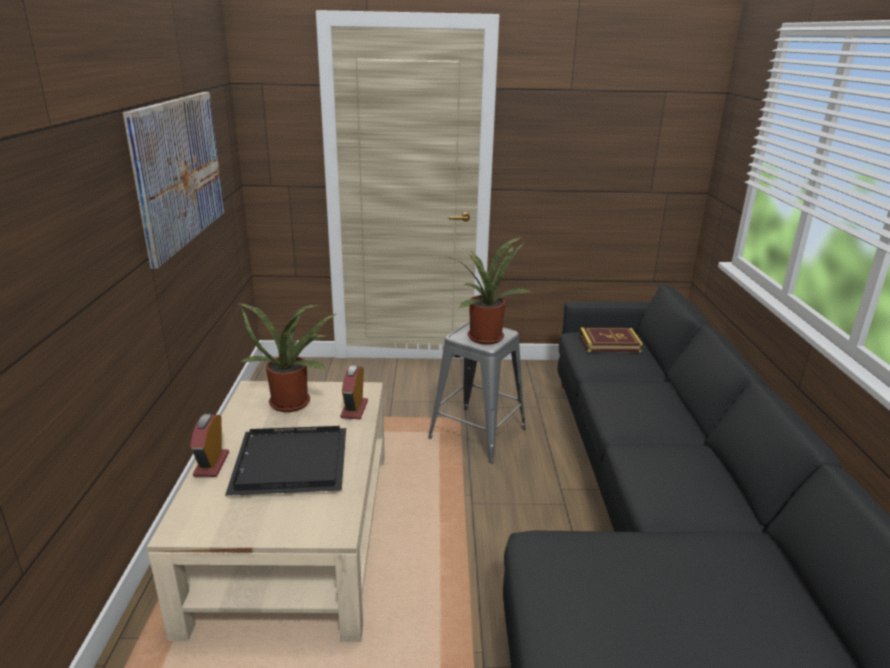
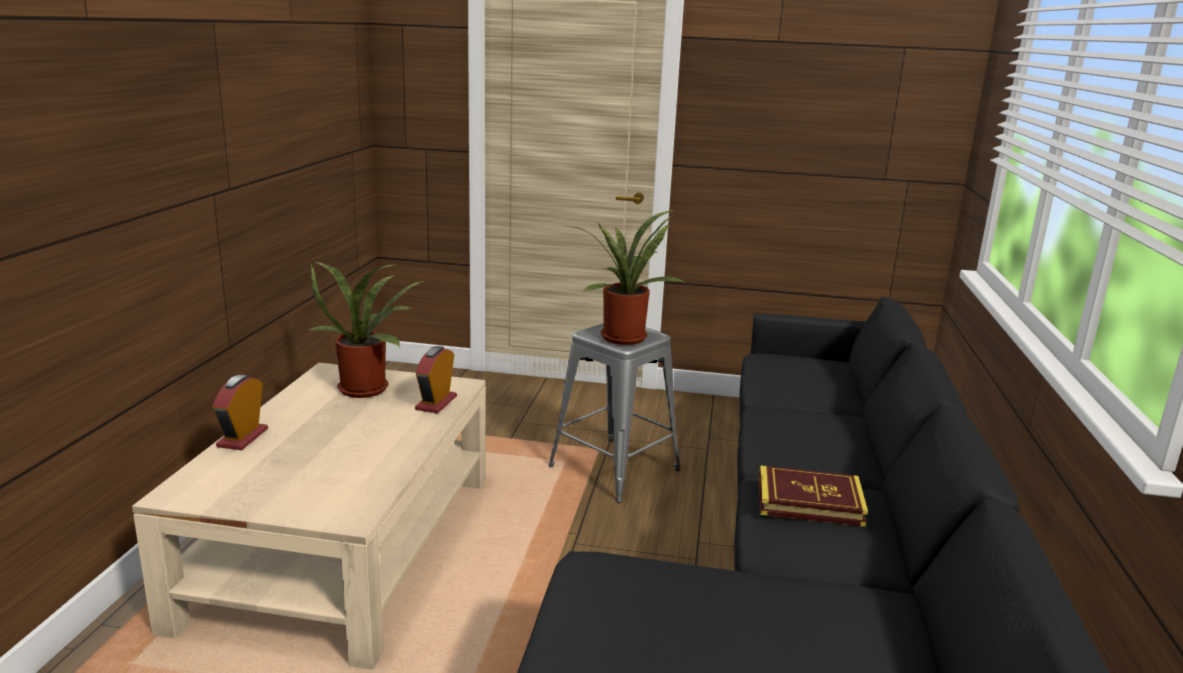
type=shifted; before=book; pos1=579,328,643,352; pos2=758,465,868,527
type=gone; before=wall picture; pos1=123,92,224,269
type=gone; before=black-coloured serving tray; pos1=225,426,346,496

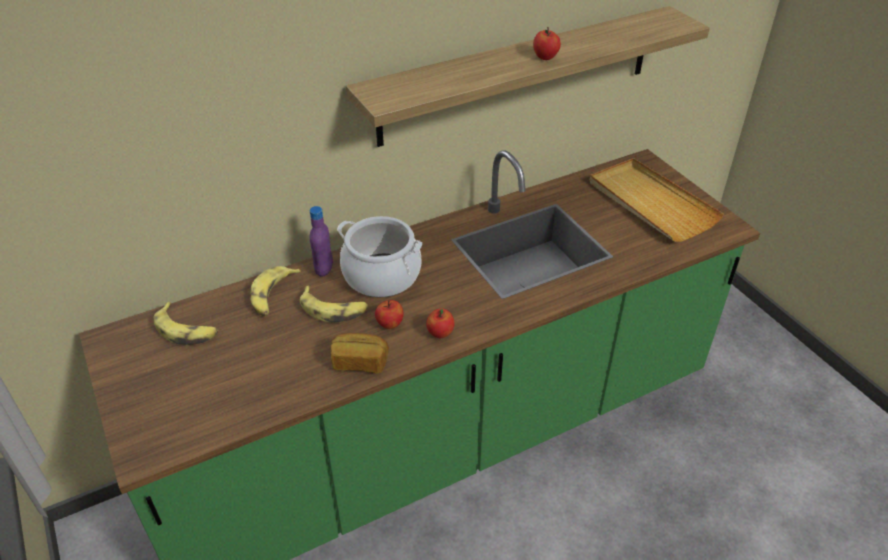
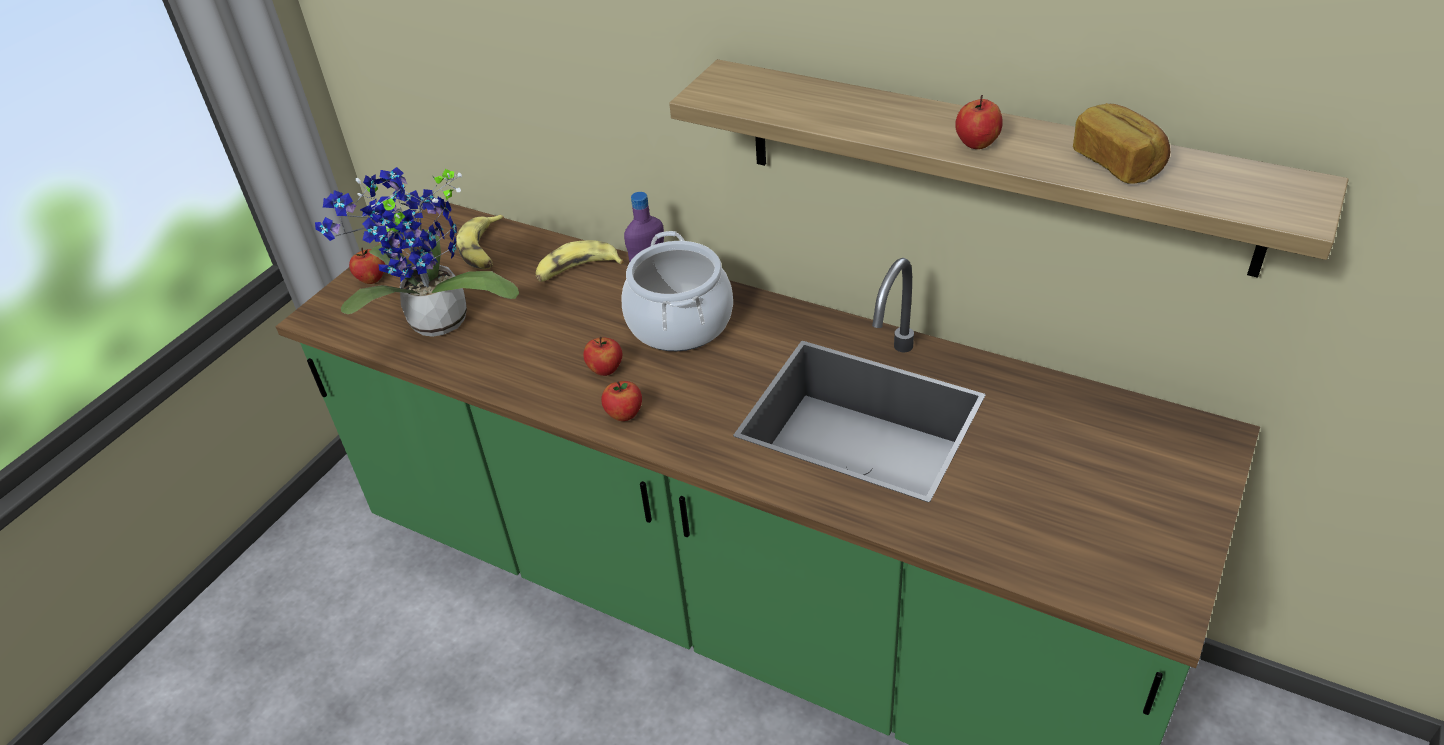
type=new; after=plant in a pot; pos2=315,167,519,337
type=new; after=apple; pos2=349,247,385,284
type=shifted; before=bread; pos1=331,333,389,373; pos2=1073,103,1170,184
type=gone; before=whole banana; pos1=300,286,368,323
type=gone; before=beige-coloured serving tray; pos1=590,158,724,242

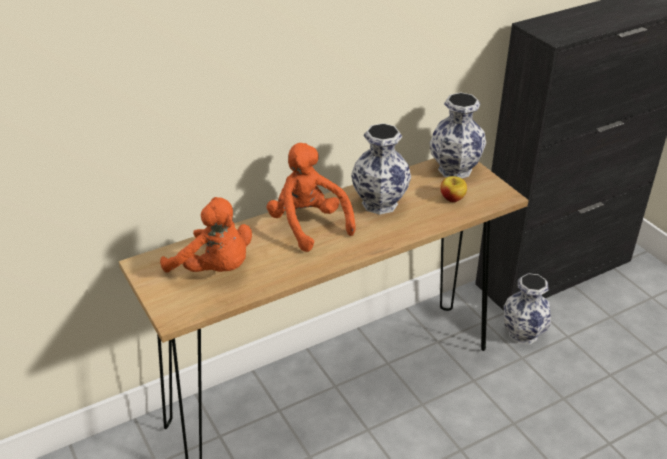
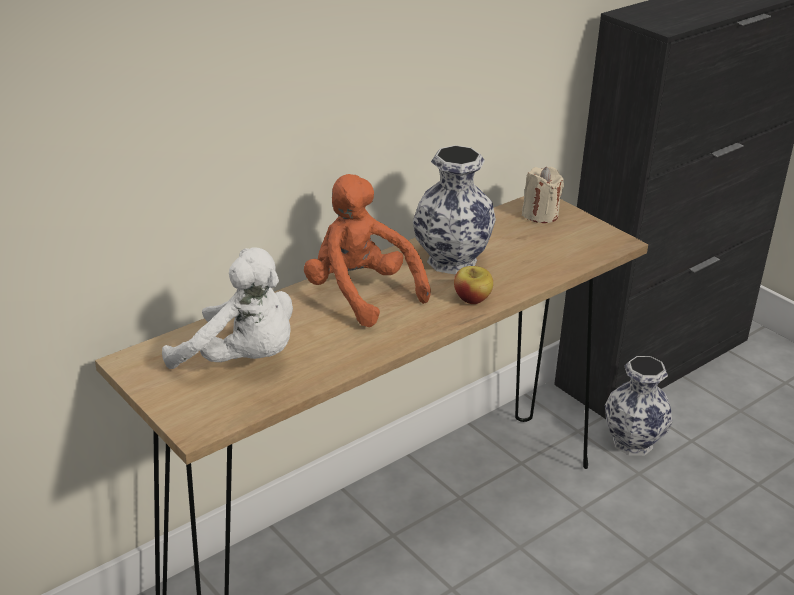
type=repainted; before=orange plush toy; after=whitish plush toy; pos1=160,197,252,272; pos2=162,247,293,369
type=shifted; before=apple; pos1=440,176,467,202; pos2=454,266,493,304
type=swapped; before=vase; after=beige-coloured candle; pos1=430,92,486,178; pos2=522,167,564,223

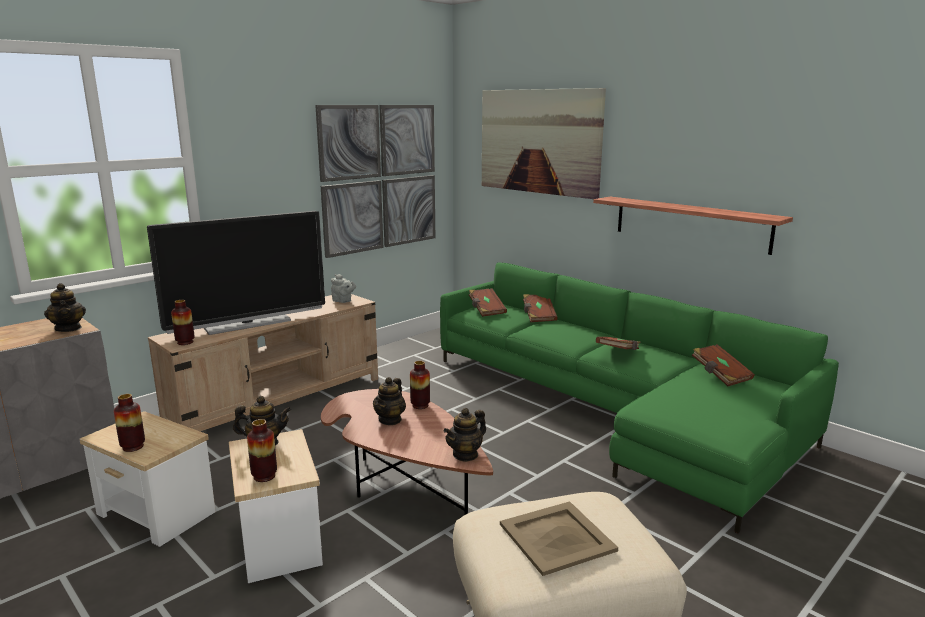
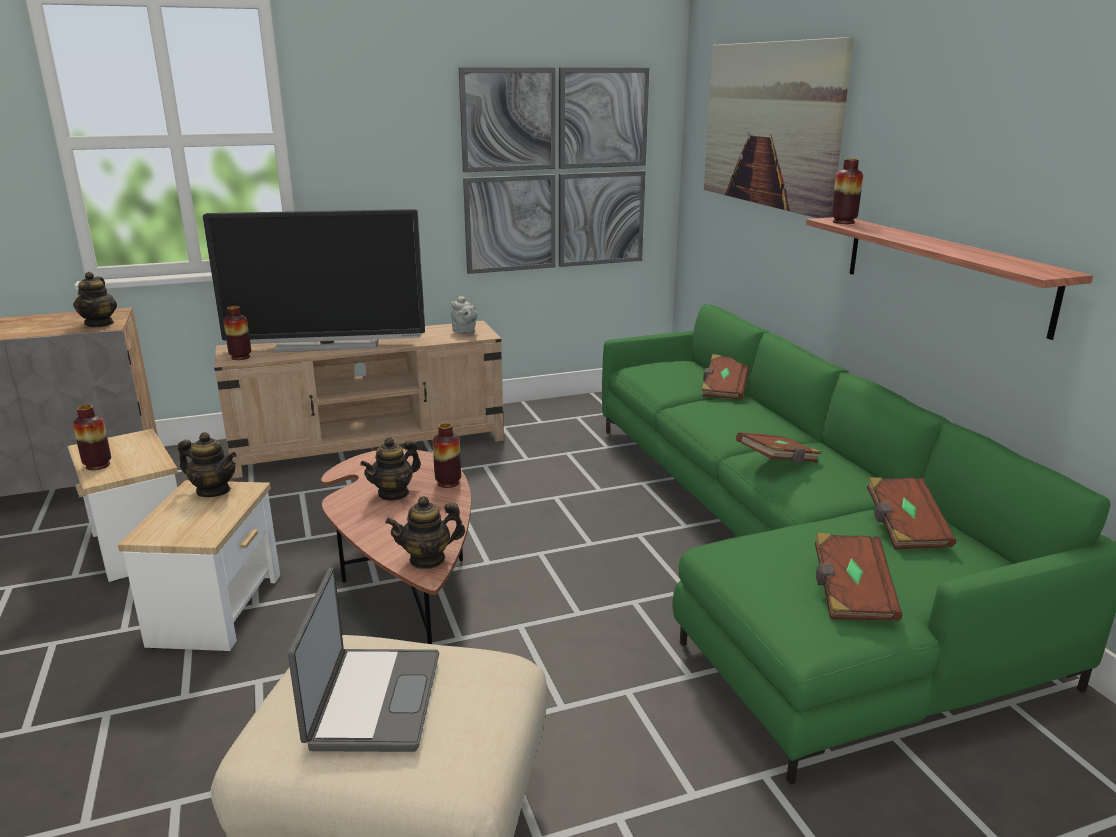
type=swapped; before=beige-coloured serving tray; after=notebook computer; pos1=500,501,618,576; pos2=288,568,439,752
type=shifted; before=brown-coloured book; pos1=469,288,507,317; pos2=815,533,902,621
type=shifted; before=vase; pos1=247,419,277,482; pos2=831,159,863,224

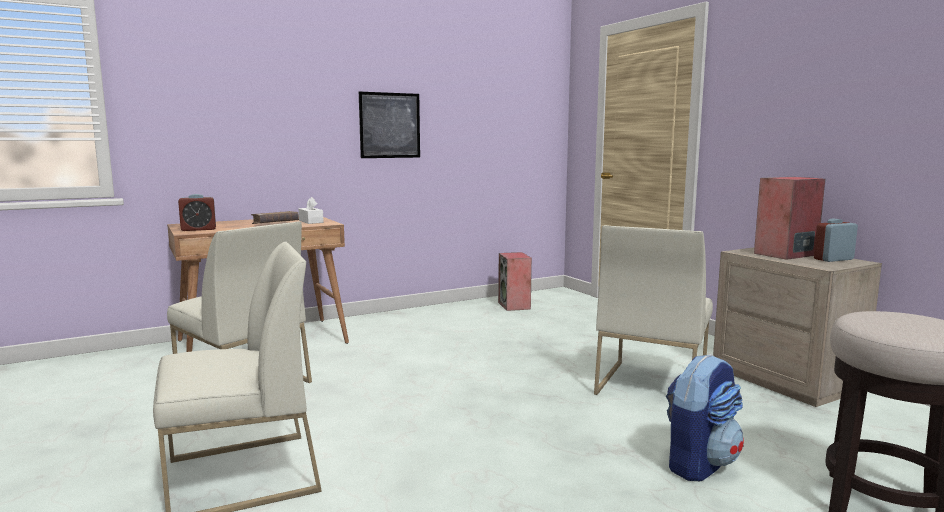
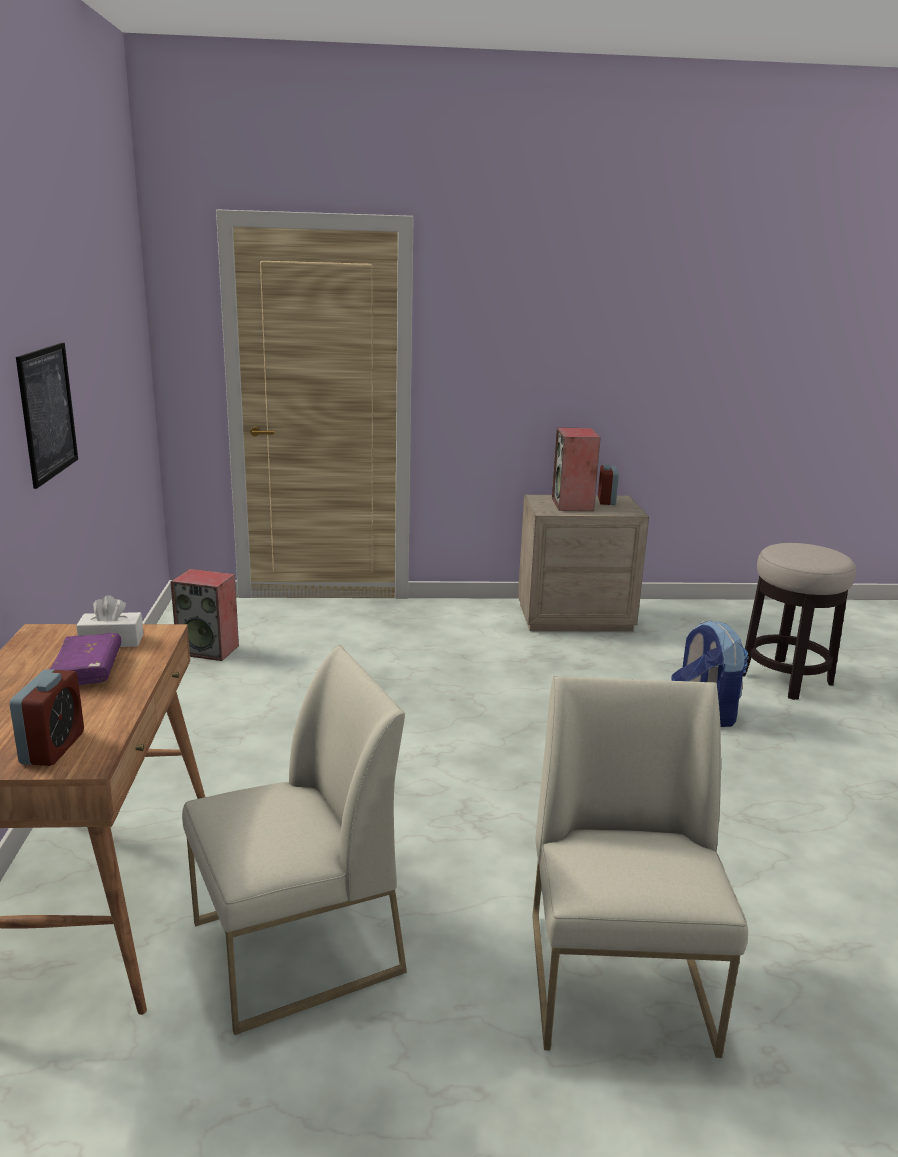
type=repainted; before=brown-coloured book; after=purple-coloured book; pos1=251,211,299,224; pos2=50,633,121,686
type=gone; before=whitish plain chair; pos1=594,225,713,395

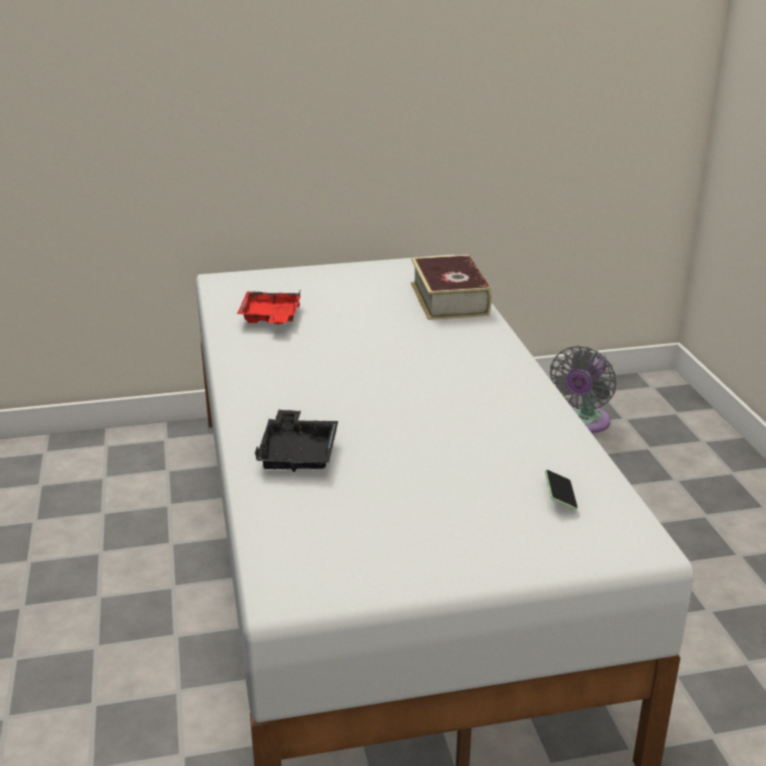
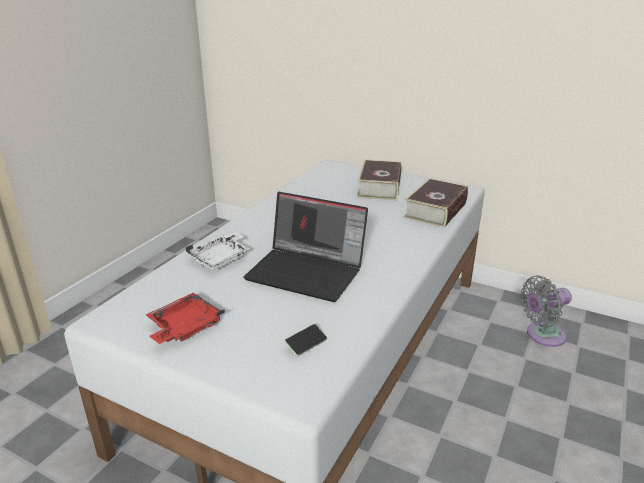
type=shifted; before=reddish serving tray; pos1=237,289,301,324; pos2=146,293,225,344
type=repainted; before=black-coloured serving tray; after=whitish serving tray; pos1=255,410,338,472; pos2=186,232,251,270
type=new; after=notebook computer; pos2=243,192,368,302
type=new; after=book; pos2=357,160,401,200

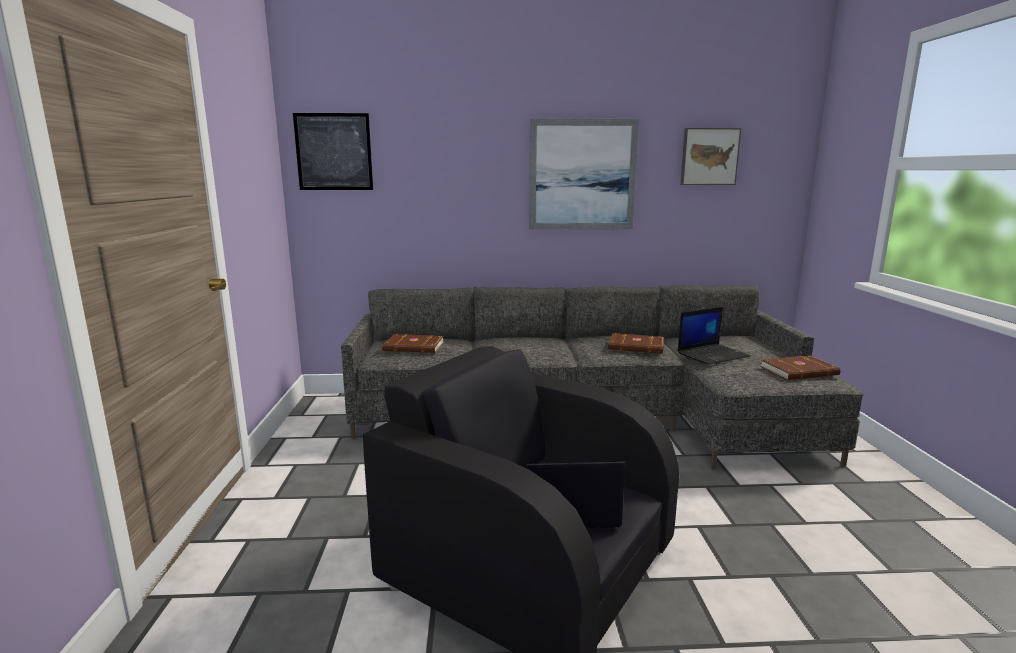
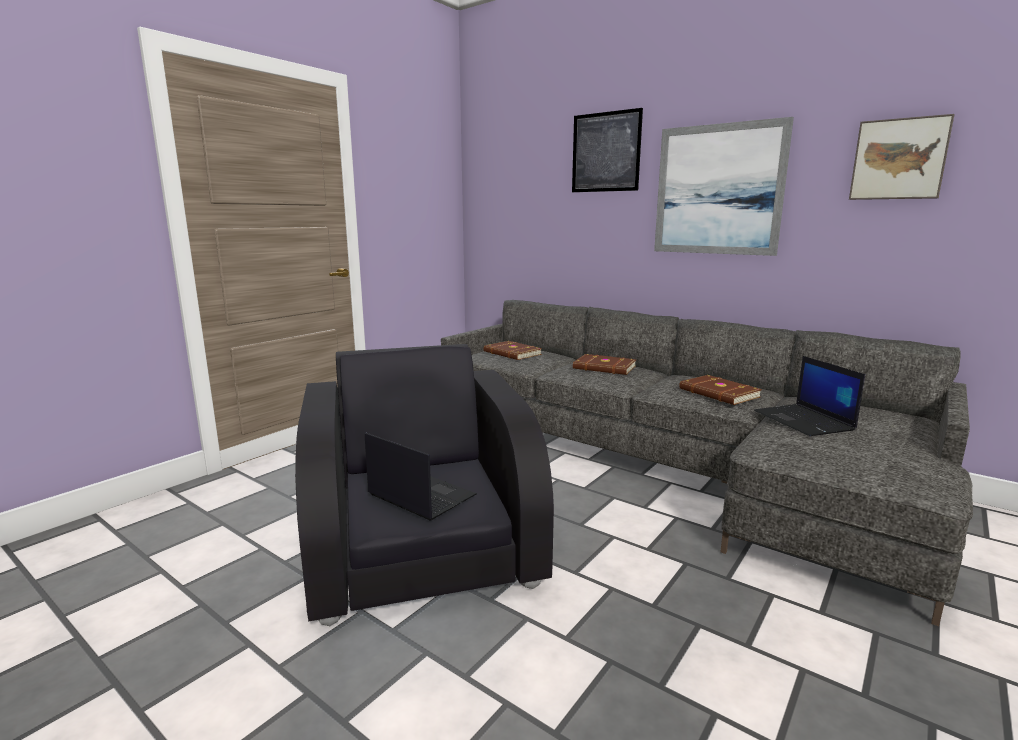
type=shifted; before=wall picture; pos1=293,113,373,190; pos2=572,108,643,192
type=shifted; before=brown-coloured book; pos1=760,355,841,380; pos2=573,354,636,375
type=rotated; before=notebook computer; pos1=677,307,750,365; pos2=754,356,865,436; turn=60

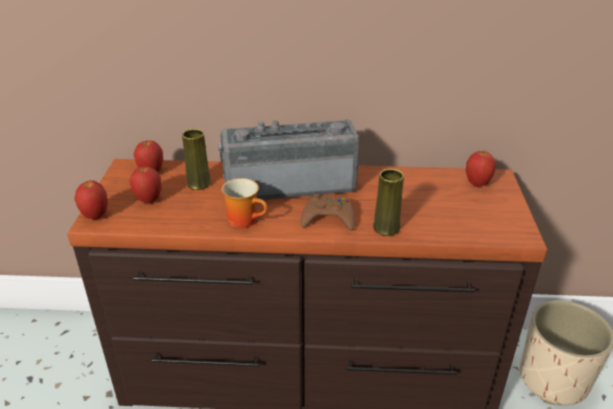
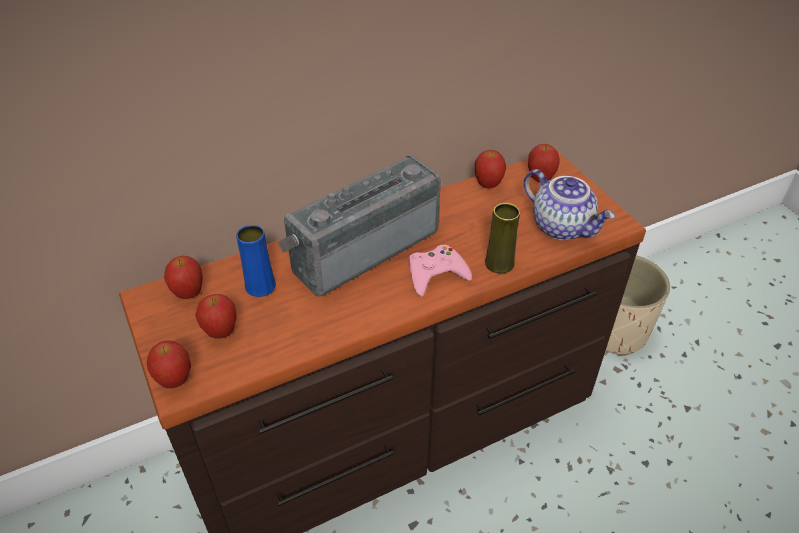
type=repainted; before=yellow vase; after=blue-coloured vase; pos1=182,129,211,190; pos2=236,225,276,297
type=repainted; before=brown-coloured game controller; after=pink game controller; pos1=300,194,355,231; pos2=409,245,472,297
type=new; after=apple; pos2=475,150,506,188
type=new; after=pot for tea; pos2=524,169,615,240
type=gone; before=tea mug; pos1=222,178,268,228

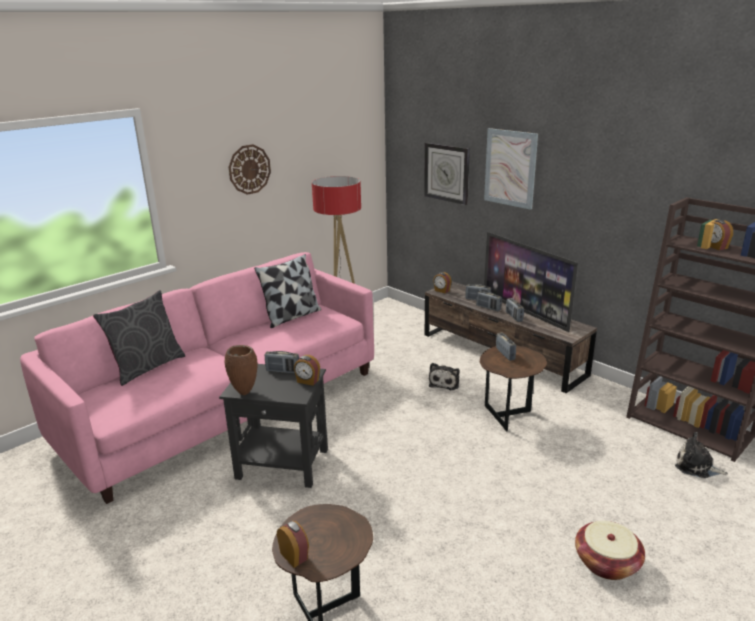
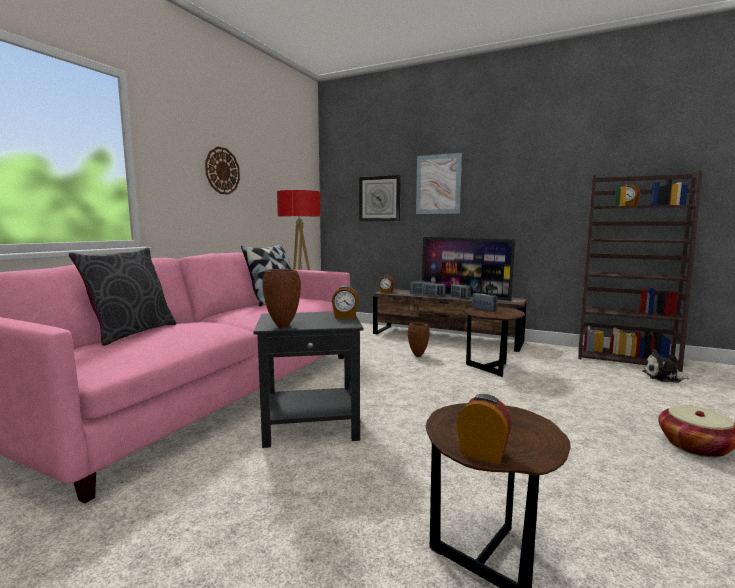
type=swapped; before=plush toy; after=brown-coloured vase; pos1=429,363,459,390; pos2=408,322,430,357
type=gone; before=radio set; pos1=265,351,299,374

